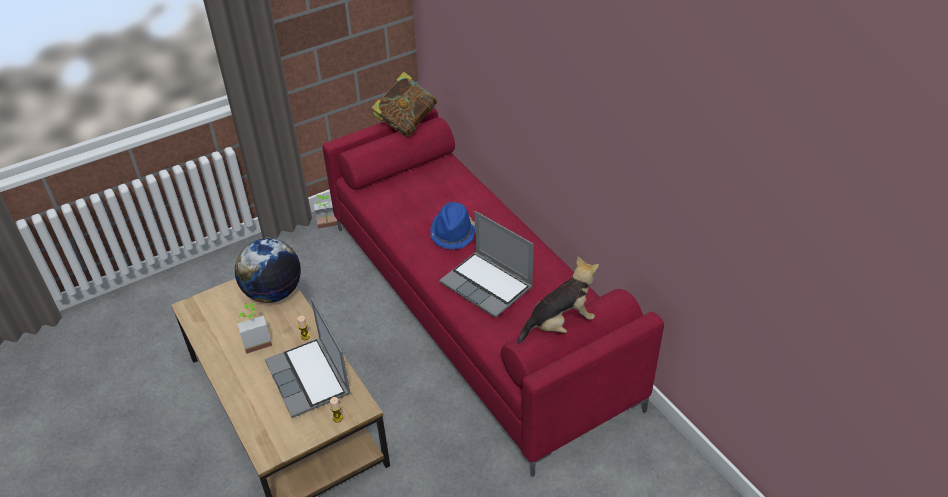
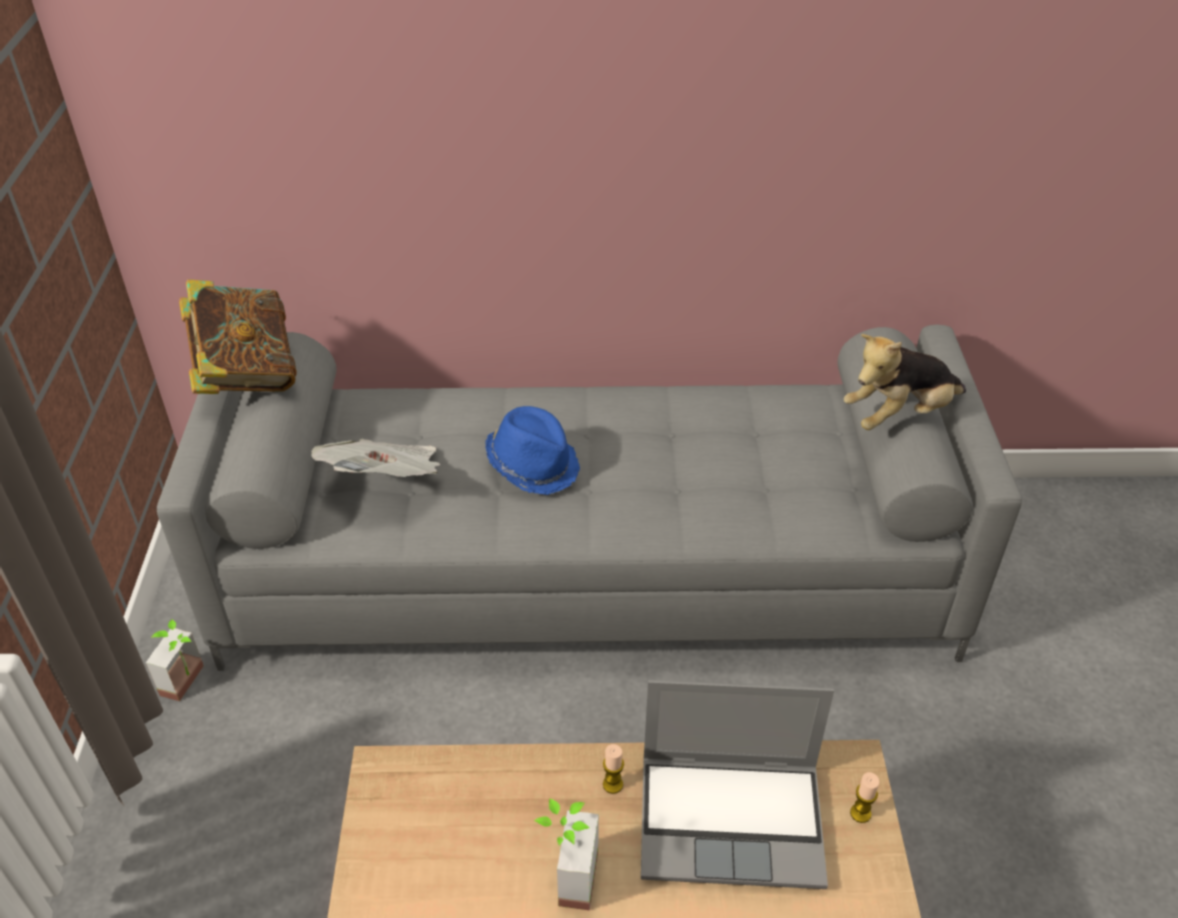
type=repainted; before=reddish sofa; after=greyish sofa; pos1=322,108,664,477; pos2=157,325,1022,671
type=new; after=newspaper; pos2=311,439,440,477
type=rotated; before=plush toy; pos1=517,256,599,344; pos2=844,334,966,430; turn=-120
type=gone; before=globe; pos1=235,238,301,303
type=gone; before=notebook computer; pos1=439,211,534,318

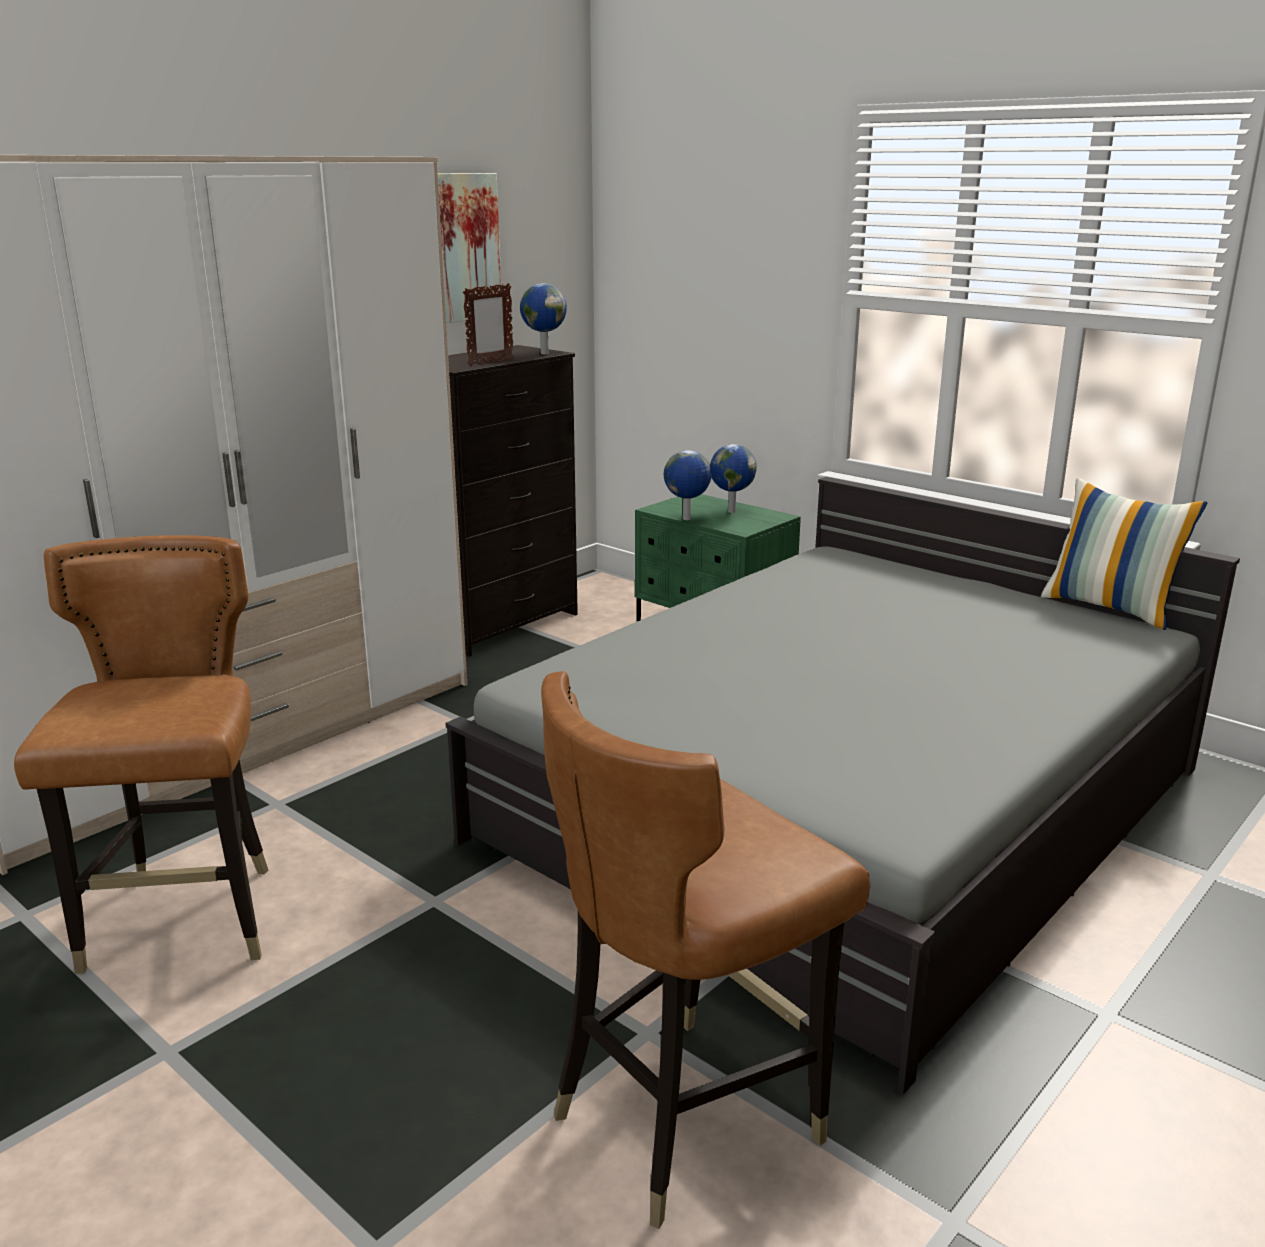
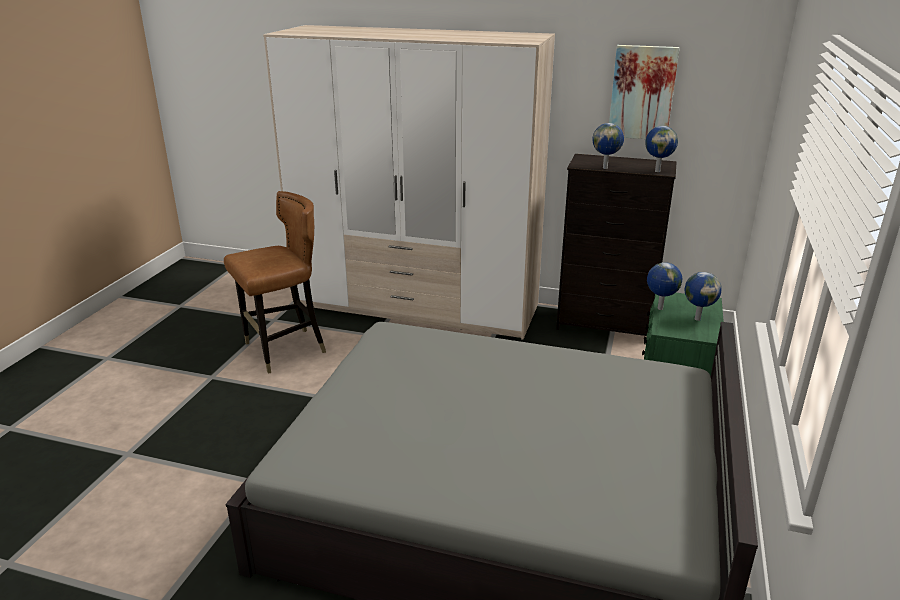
type=swapped; before=picture frame; after=globe; pos1=463,283,514,366; pos2=592,123,624,169
type=gone; before=brown-coloured plain chair; pos1=541,671,870,1229
type=gone; before=cushion; pos1=1041,478,1207,630

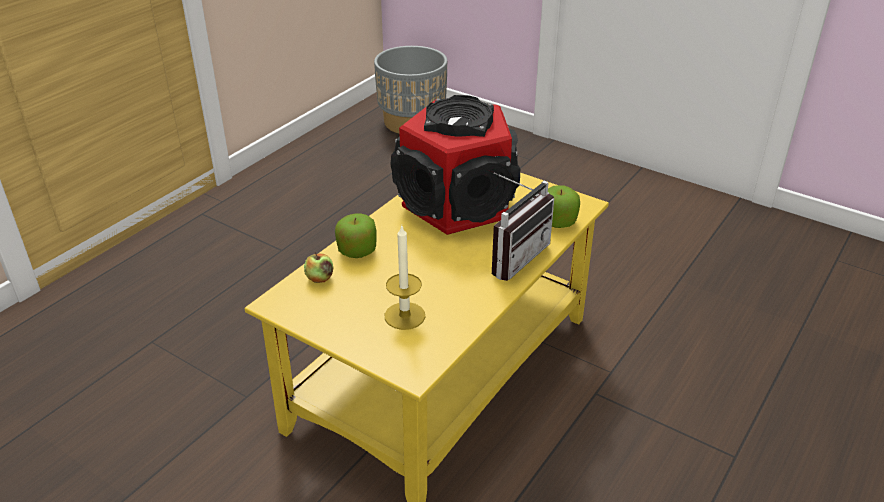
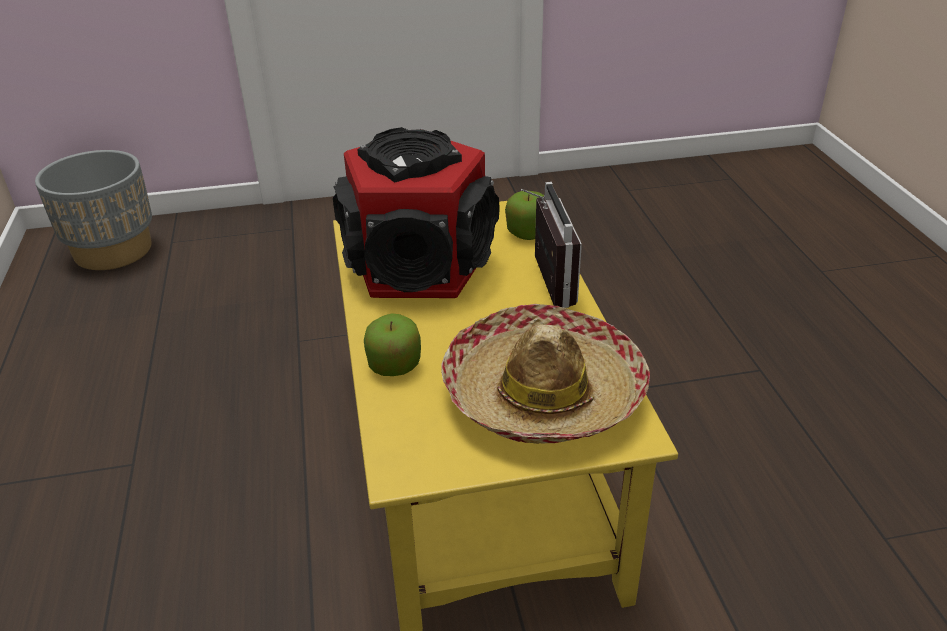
type=swapped; before=candle; after=hat; pos1=385,226,425,330; pos2=441,304,650,444
type=gone; before=apple; pos1=304,252,333,283

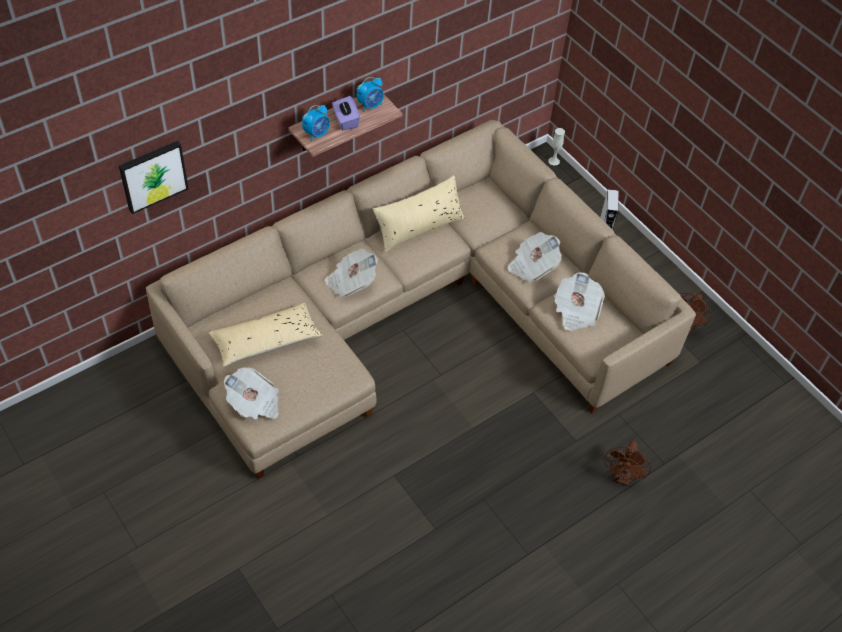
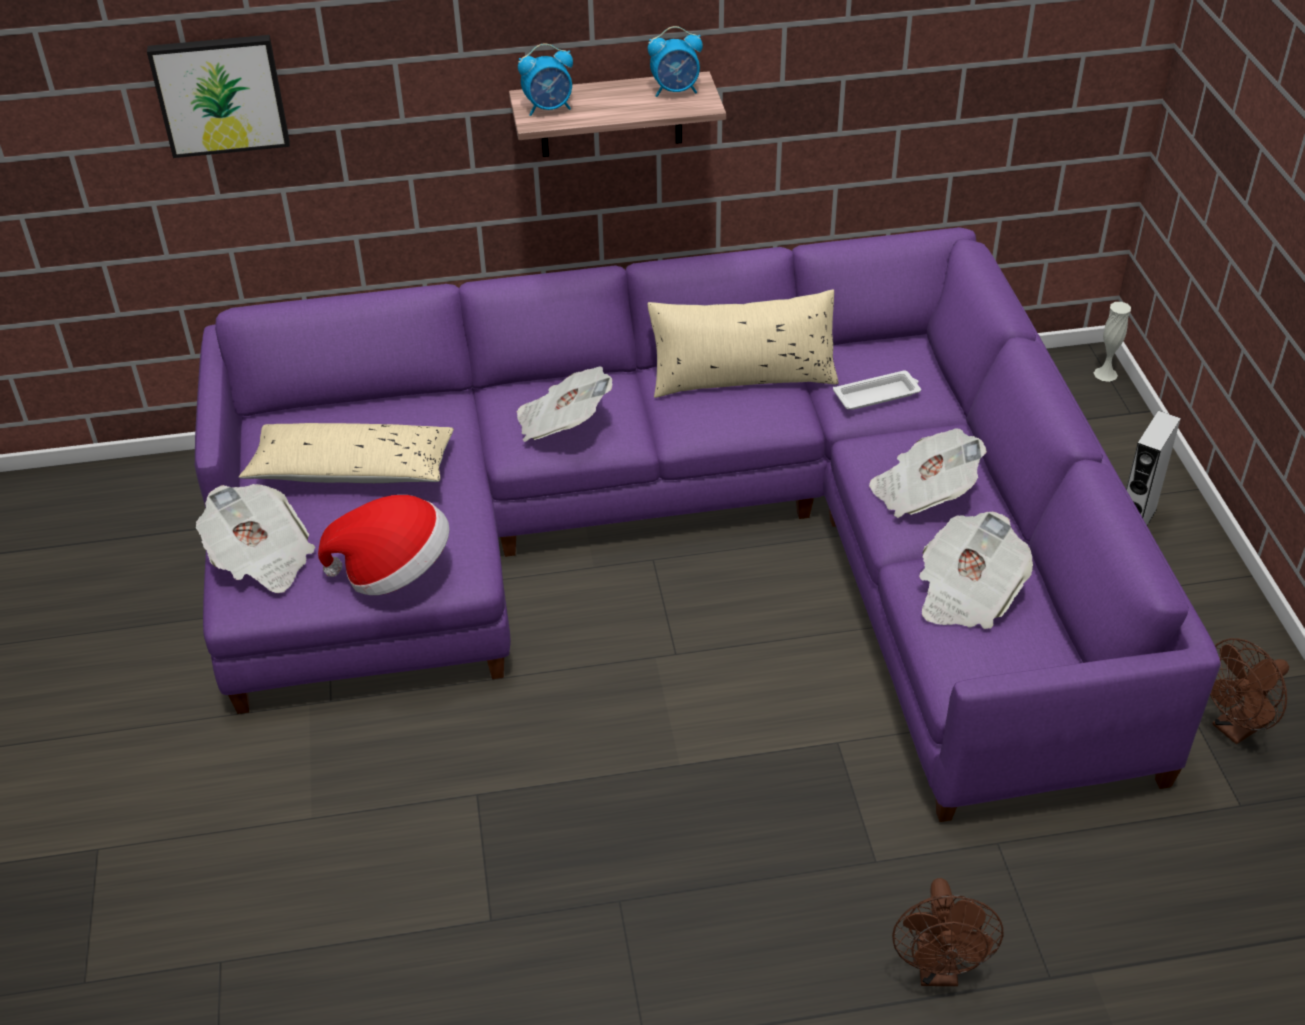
type=repainted; before=beige-coloured sofa; after=purple-coloured sofa; pos1=146,120,696,479; pos2=195,227,1221,822
type=new; after=hat; pos2=318,495,449,595
type=new; after=whitish serving tray; pos2=833,370,921,410
type=rotated; before=brown-coloured fan; pos1=604,441,651,486; pos2=892,878,1003,986; turn=-45
type=gone; before=purple-coloured tissue holder; pos1=332,96,360,130

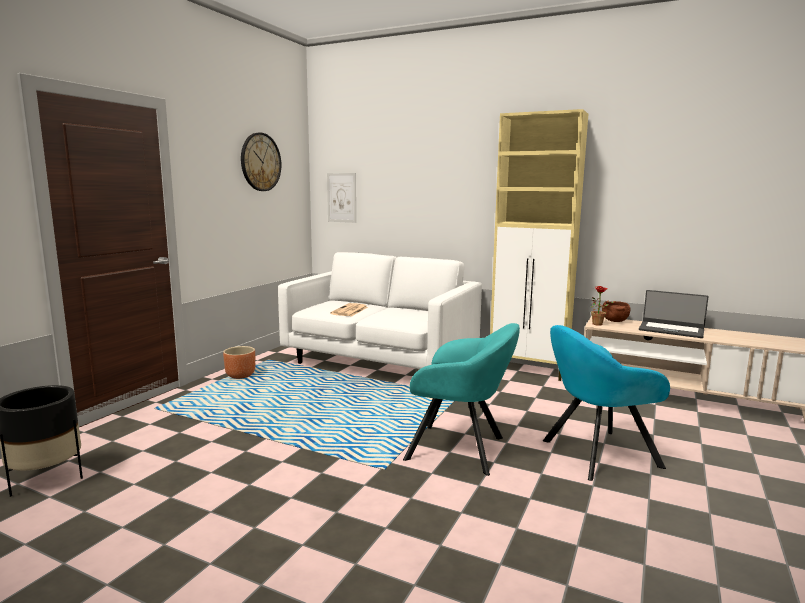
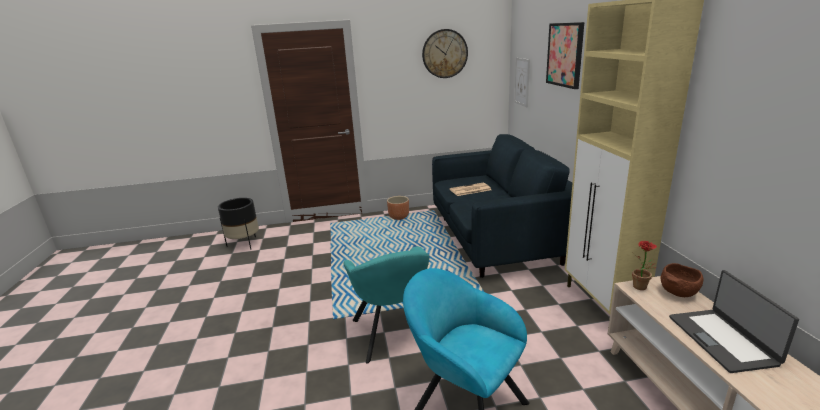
type=repainted; before=whitish sofa; after=blue-coloured sofa; pos1=278,252,482,369; pos2=432,134,572,278
type=new; after=wall picture; pos2=546,22,584,89

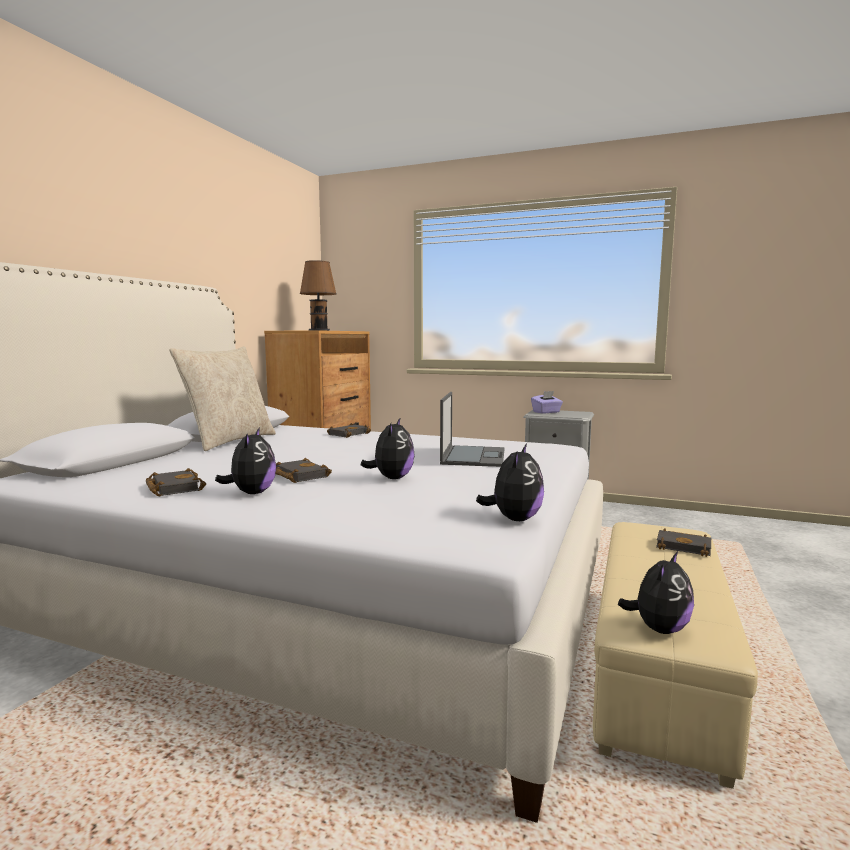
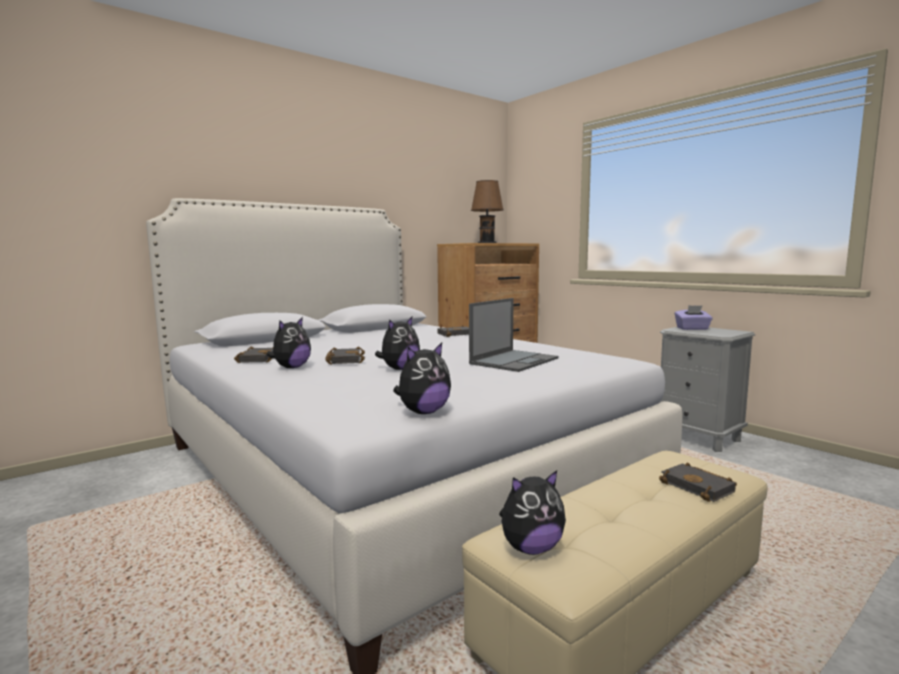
type=gone; before=beige-coloured cushion; pos1=169,346,276,451

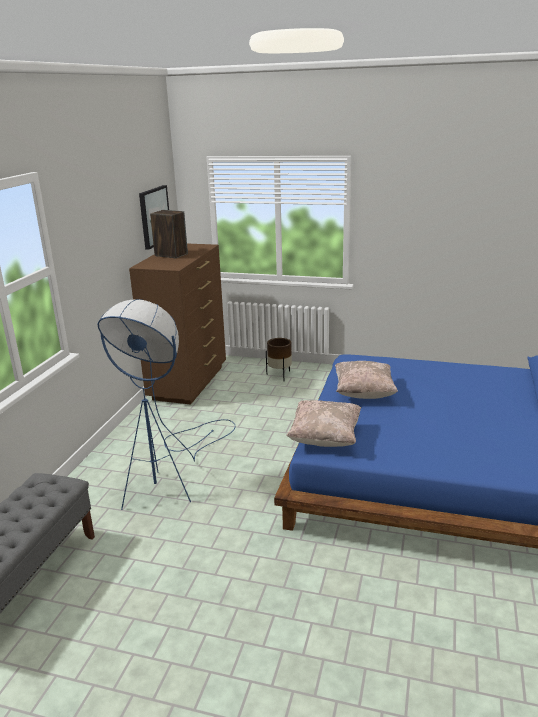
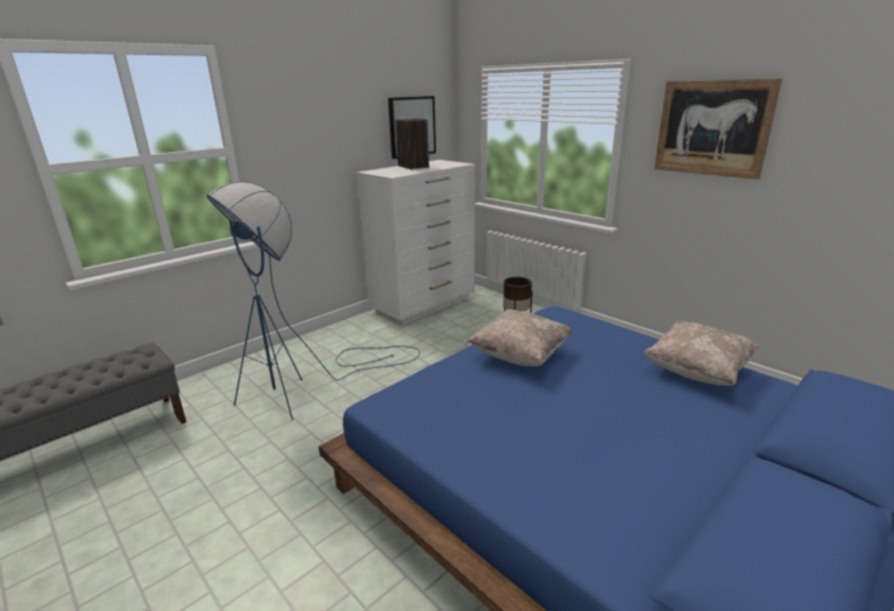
type=repainted; before=brown-coloured dresser; after=whitish dresser; pos1=129,244,226,405; pos2=357,160,475,325
type=shifted; before=beige-coloured cushion; pos1=286,400,361,447; pos2=643,321,760,386
type=new; after=wall picture; pos2=654,79,782,180

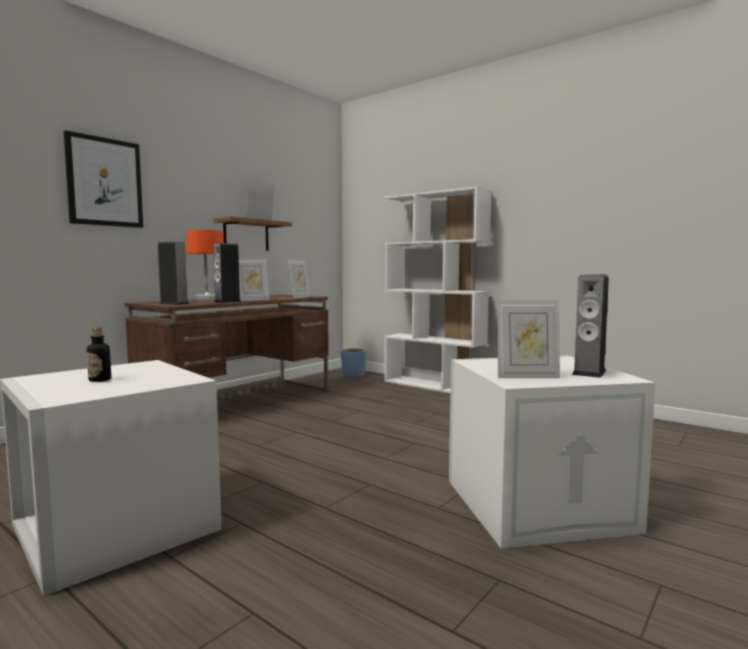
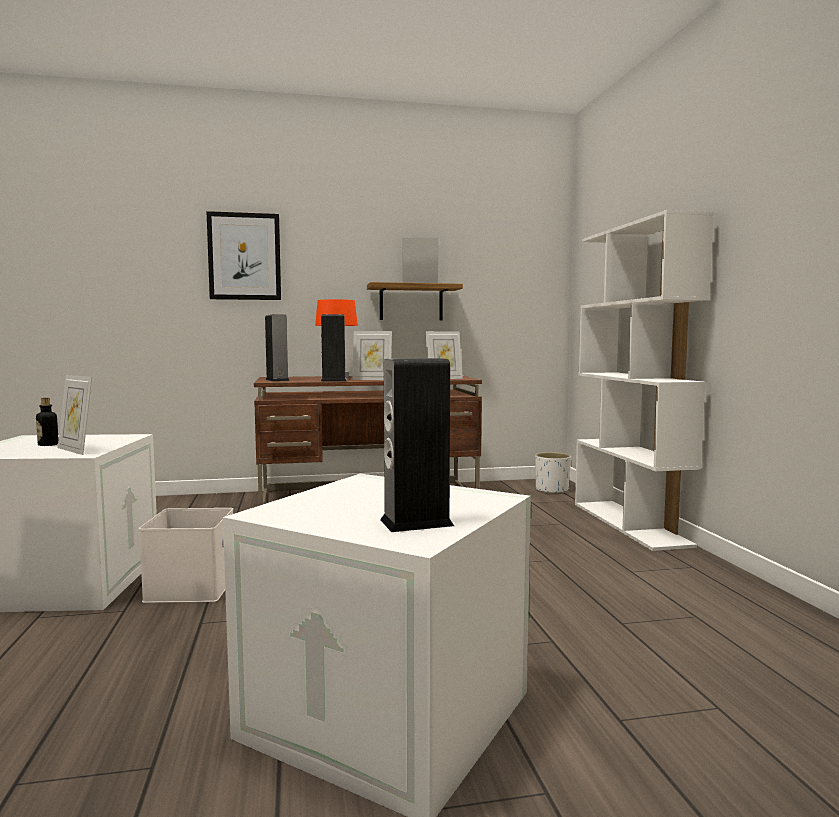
type=shifted; before=picture frame; pos1=497,300,560,378; pos2=58,375,92,455
type=new; after=whitish storage bin; pos2=139,508,233,603
type=repainted; before=blue-coloured plant pot; after=whitish plant pot; pos1=341,348,366,378; pos2=535,452,571,494

